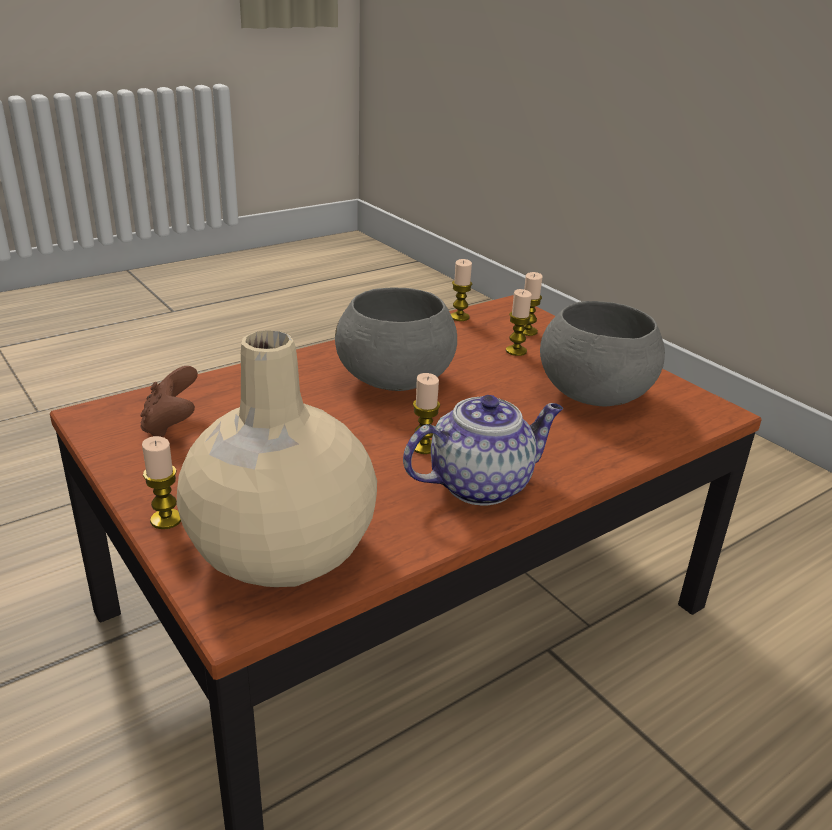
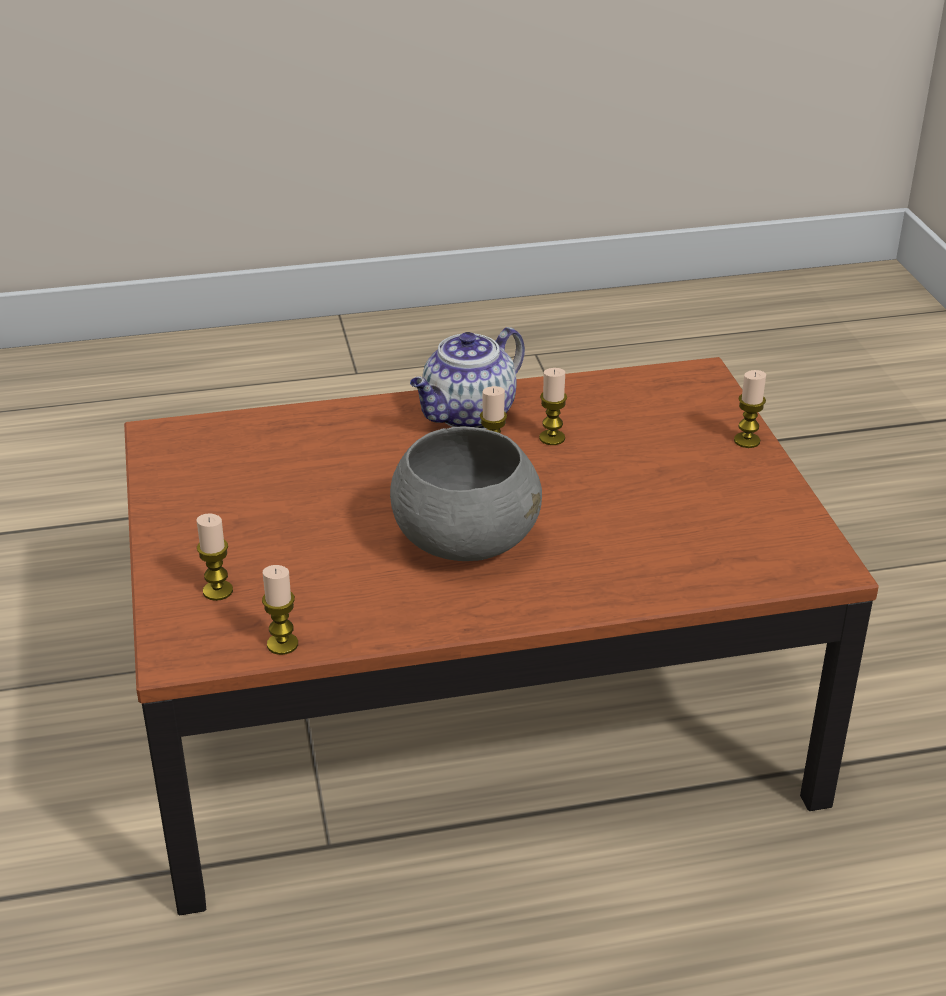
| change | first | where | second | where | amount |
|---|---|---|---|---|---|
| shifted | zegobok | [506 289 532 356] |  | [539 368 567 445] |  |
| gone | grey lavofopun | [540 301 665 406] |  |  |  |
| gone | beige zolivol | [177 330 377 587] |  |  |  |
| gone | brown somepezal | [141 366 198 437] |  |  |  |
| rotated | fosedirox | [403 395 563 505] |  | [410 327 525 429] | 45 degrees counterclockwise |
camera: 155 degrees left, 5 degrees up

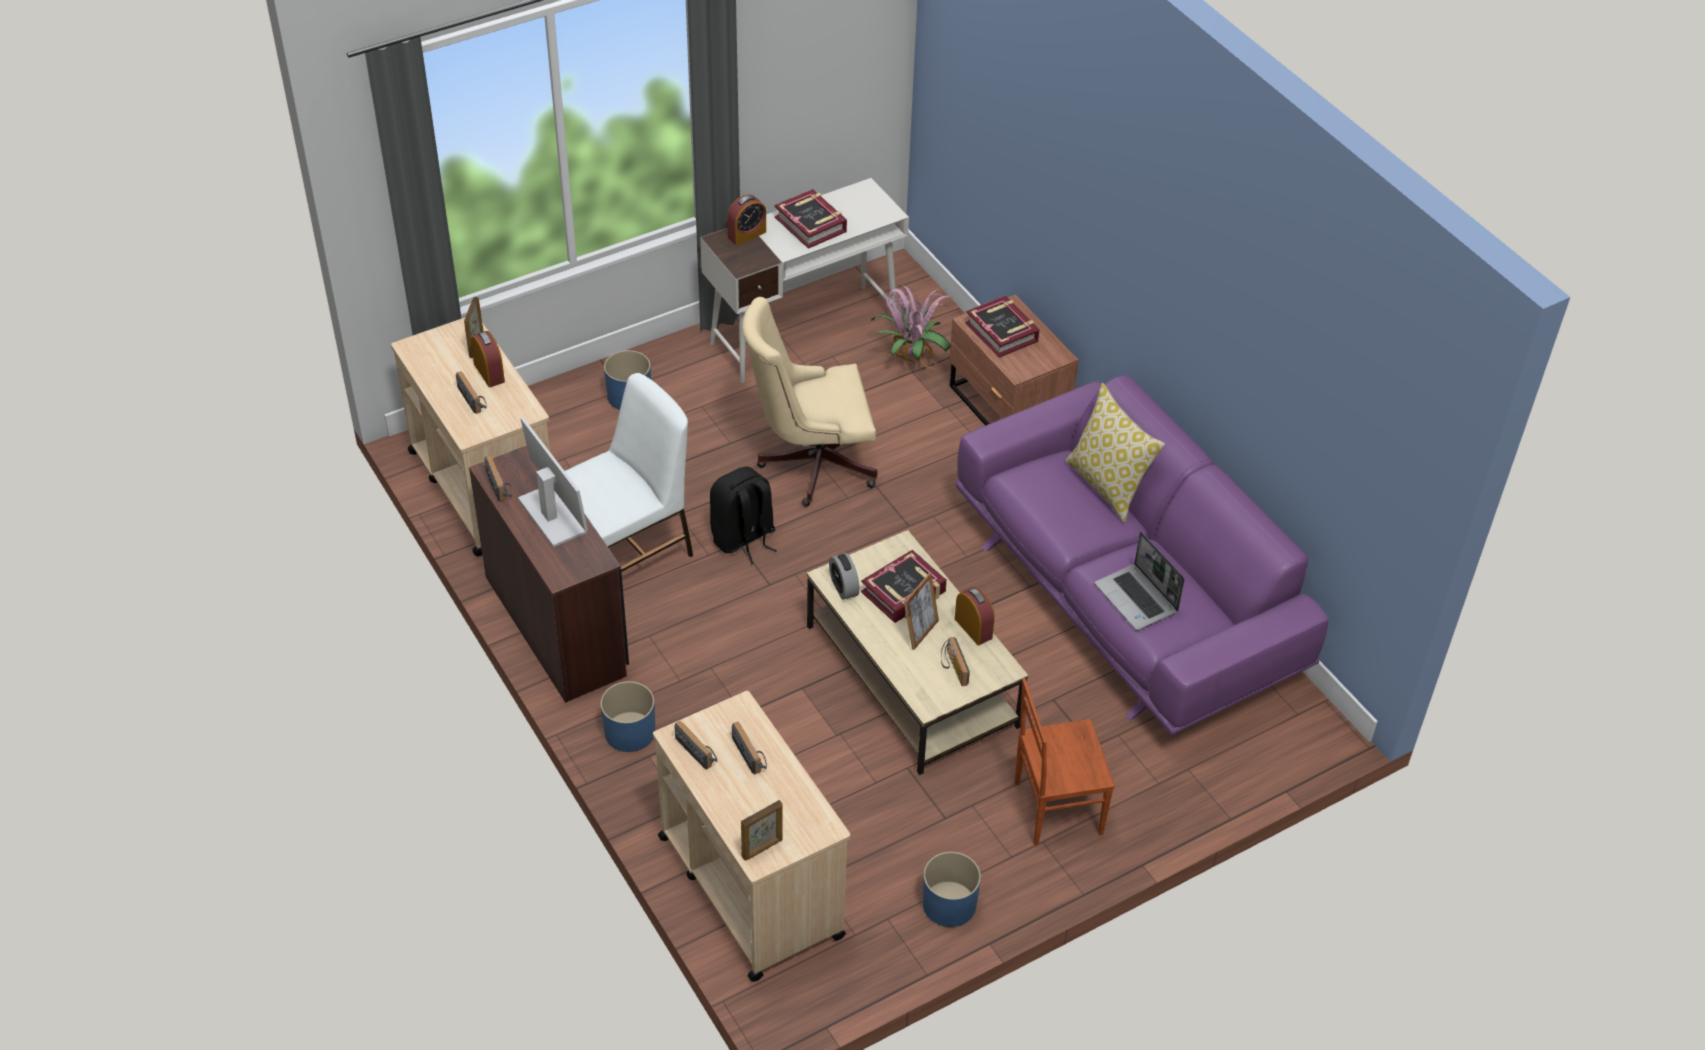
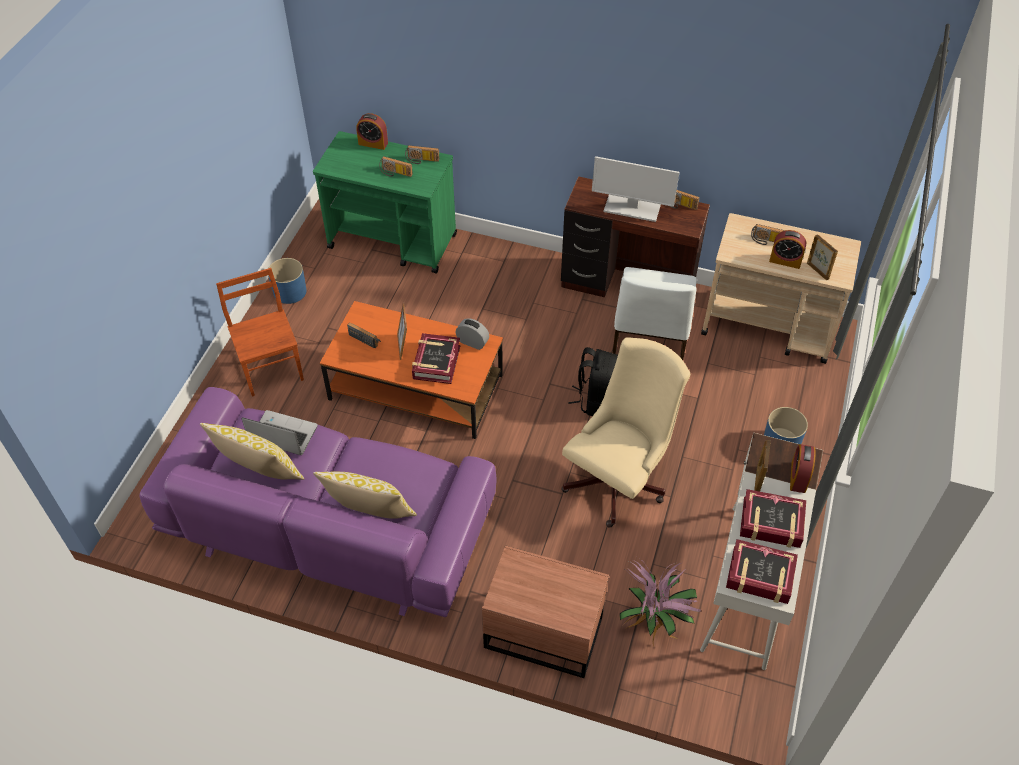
| change | first | where | second | where | amount |
|---|---|---|---|---|---|
| shifted | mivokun | [965 296 1040 358] |  | [726 539 798 604] |  |
| repainted | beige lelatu | [807 530 1028 775] | orange lelatu | [320 301 503 439] |  |
| shifted | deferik | [955 586 995 645] |  | [356 113 388 150] |  |
| rotated | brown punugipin | [1015 678 1115 846] |  | [216 268 304 397] | 60 degrees counterclockwise |
| gone | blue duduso | [600 681 655 752] |  |  |  |
| repainted | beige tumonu | [653 691 850 982] | green tumonu | [313 131 457 274] |  |
| shifted | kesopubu | [741 800 783 861] |  | [754 440 771 492] |  |
| new |  |  | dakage | [200 423 304 480] |  |
camera: 140 degrees right, 5 degrees up

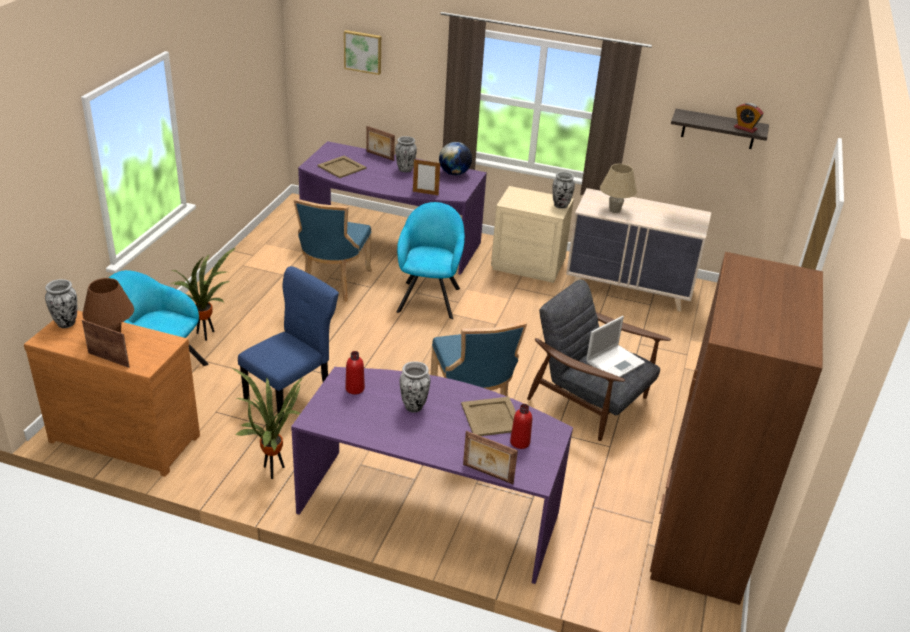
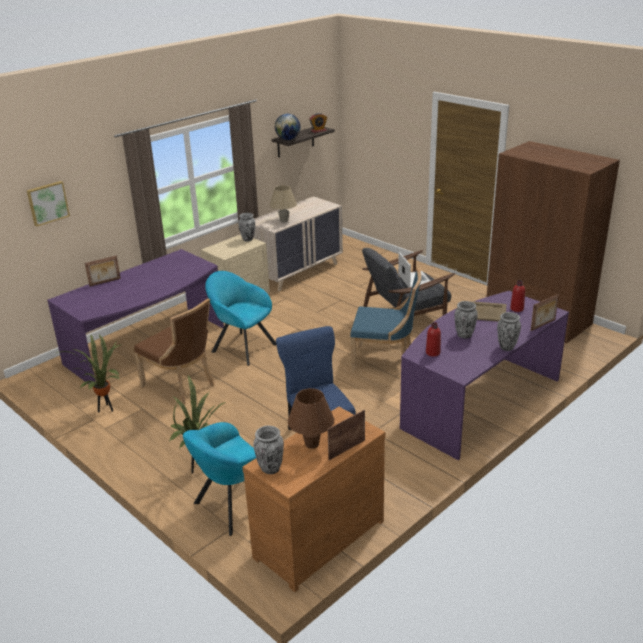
| change | first | where | second | where | amount |
|---|---|---|---|---|---|
| shifted | zolivol | [395 136 417 172] |  | [497 312 521 351] |  |
| shifted | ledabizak | [439 142 472 175] |  | [275 114 300 140] |  |
| gone | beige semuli | [318 156 366 178] |  |  |  |
| gone | kesopubu | [413 159 440 195] |  |  |  |
| repainted | blue punugipin | [293 198 372 302] | brown punugipin | [134 298 214 404] |  |
| shifted | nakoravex | [232 368 304 479] |  | [56 334 122 413] |  |
camera: 60 degrees left, 5 degrees down

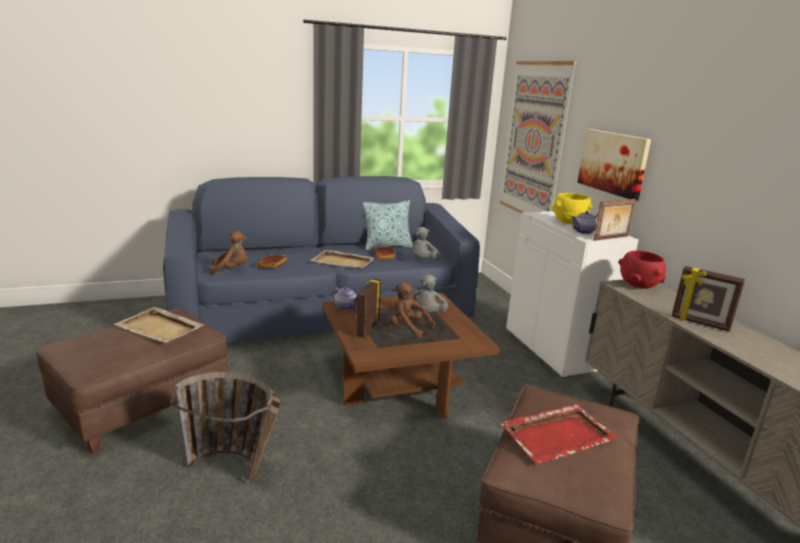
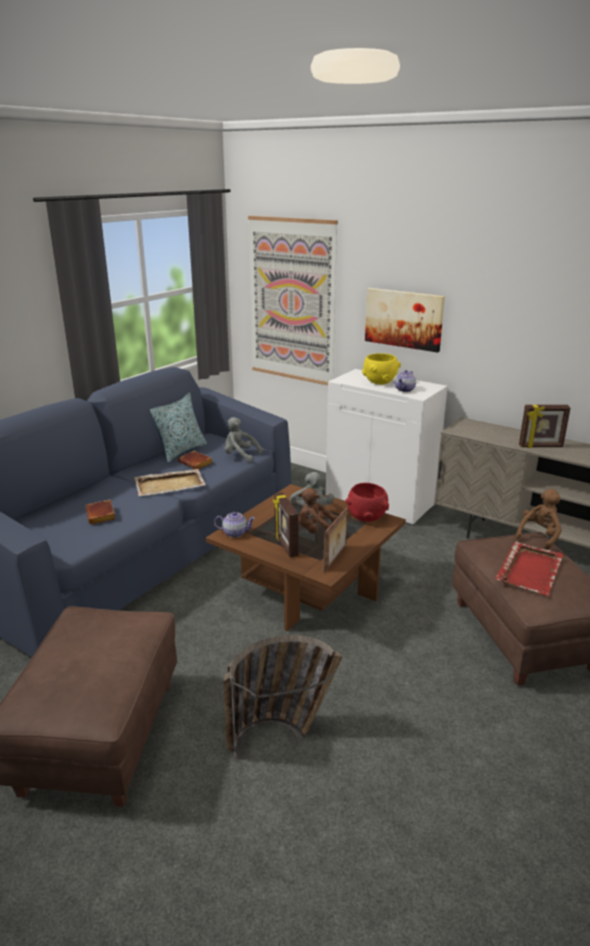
| change | first | where | second | where | amount |
|---|---|---|---|---|---|
| shifted | kesopubu | [593 199 635 241] |  | [323 507 348 573] |  |
| rotated | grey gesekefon | [413 227 441 259] |  | [224 417 263 462] | 120 degrees clockwise |
| shifted | brown gesekefon | [210 231 248 275] |  | [515 489 562 550] |  |
| shifted | red lavofopun | [619 250 666 289] |  | [346 483 389 522] |  |
| gone | beige semuli | [114 307 204 343] |  |  |  |
camera: 35 degrees left, 5 degrees up

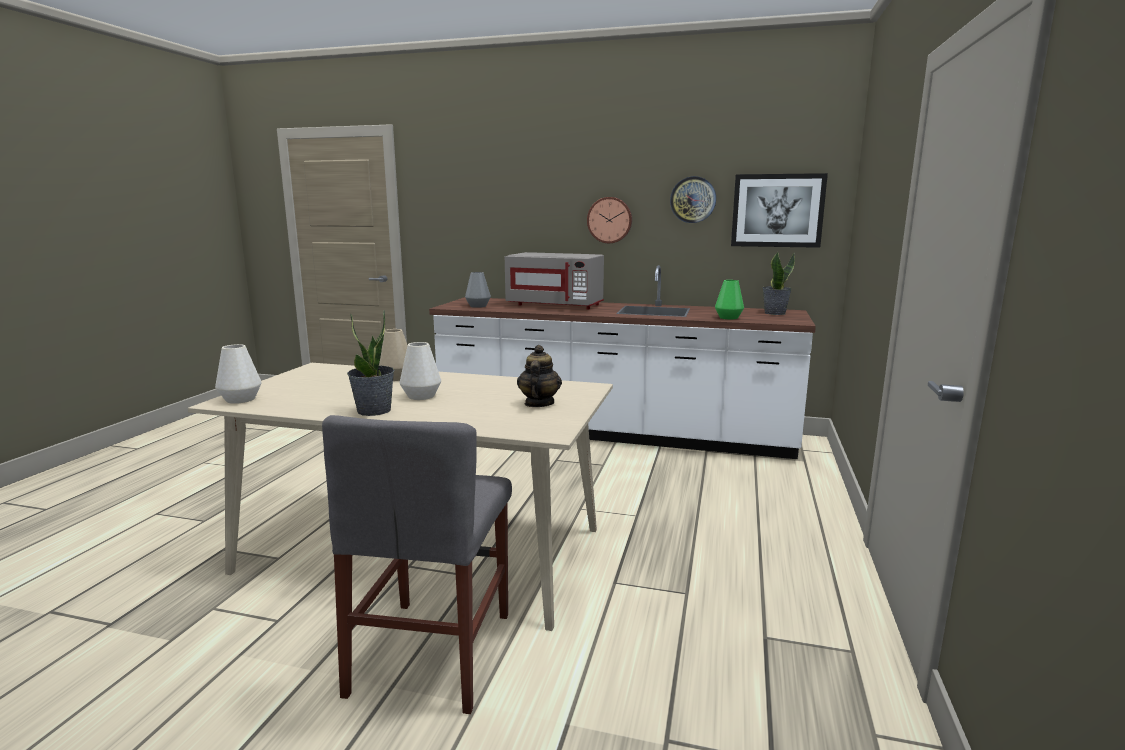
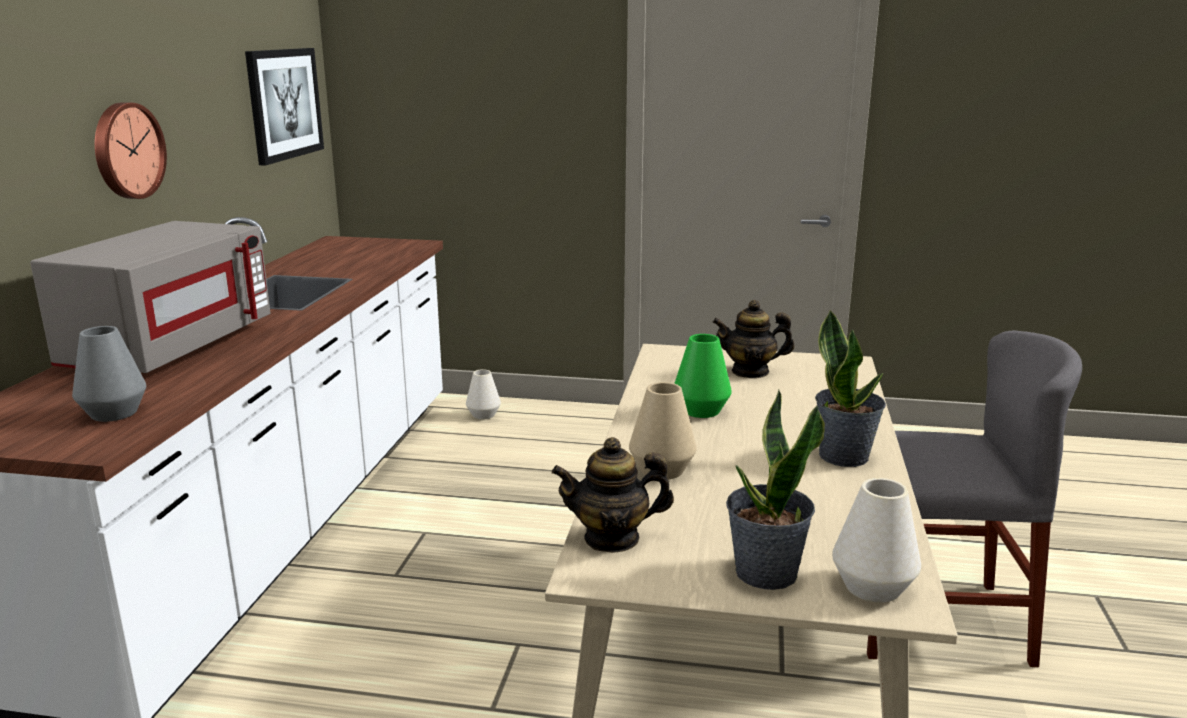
| change | first | where | second | where | amount |
|---|---|---|---|---|---|
| gone | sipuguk | [670 176 716 223] |  |  |  |
| shifted | nakoravex | [762 251 795 315] |  | [726 390 825 590] |  |
| shifted | green zolivol | [715 280 744 320] |  | [674 334 732 418] |  |
| shifted | white zolivol | [400 342 441 400] |  | [466 369 501 420] |  |
| new |  |  | fosedirox | [552 437 674 553] |  |
camera: 95 degrees left, 5 degrees up

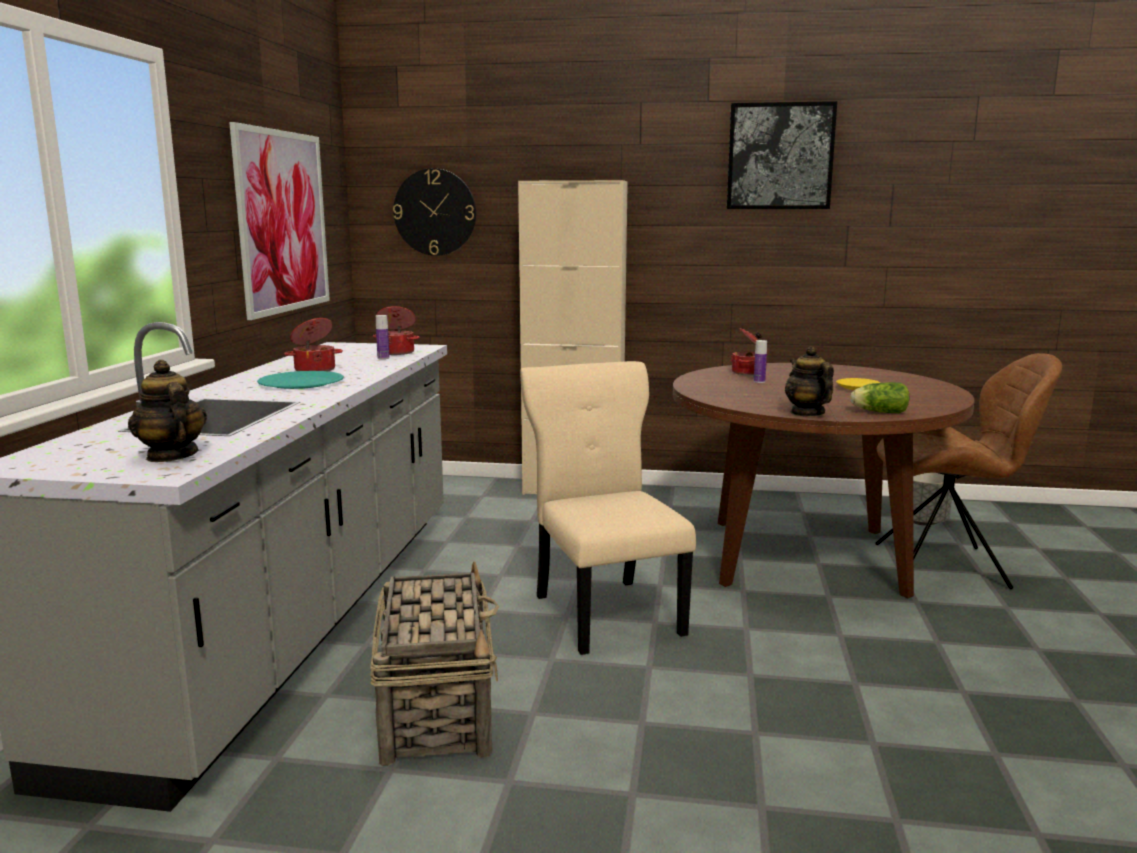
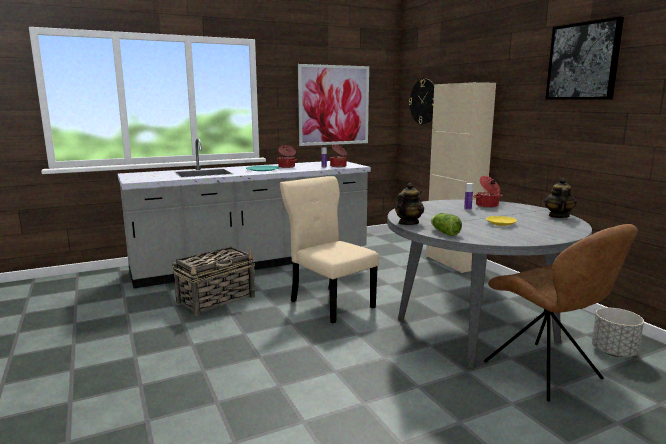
| change | first | where | second | where | amount |
|---|---|---|---|---|---|
| shifted | fosedirox | [128 360 207 462] |  | [544 178 577 218] |  |
| rotated | beige punugipin | [520 361 696 655] |  | [280 176 379 323] | 75 degrees counterclockwise |
| repainted | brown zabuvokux | [673 363 975 598] | grey zabuvokux | [387 199 592 369] |  |
camera: 55 degrees right, 0 degrees up

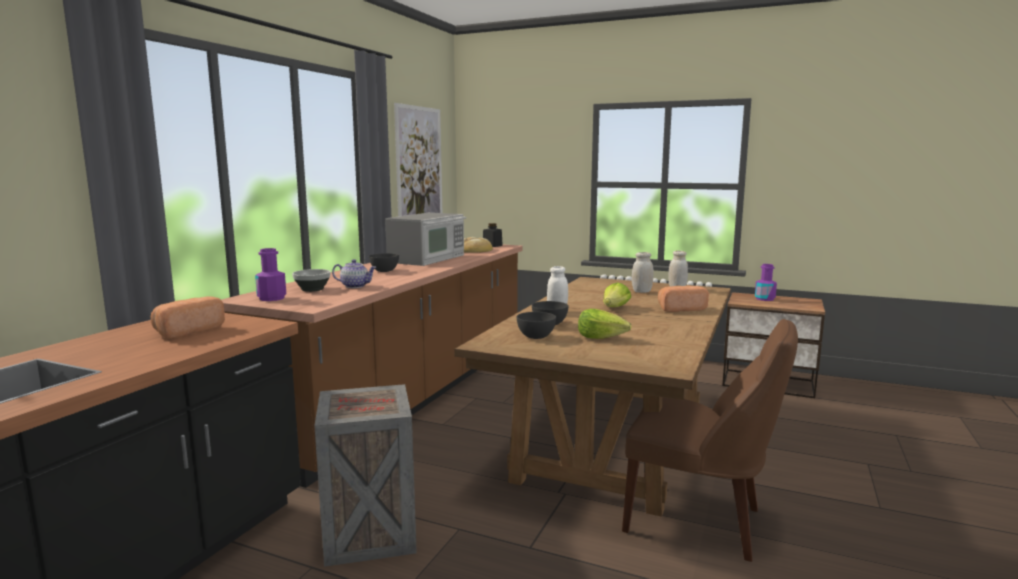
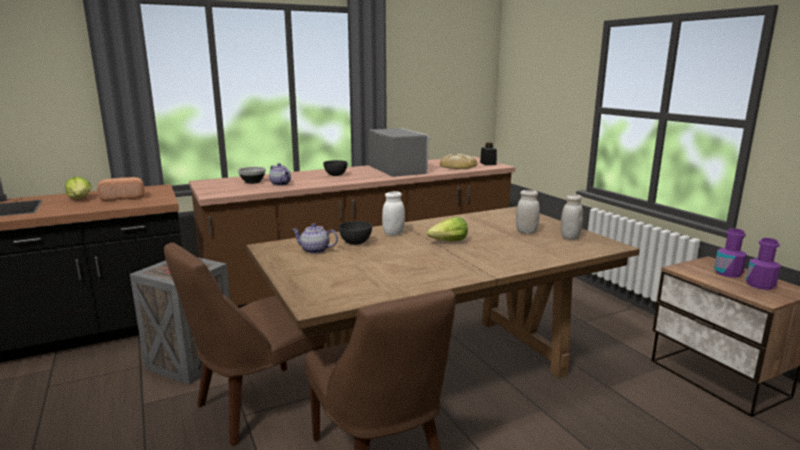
| change | first | where | second | where | amount |
|---|---|---|---|---|---|
| gone | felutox | [394 103 442 217] |  |  |  |
| rotated | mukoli | [385 213 466 266] |  | [368 128 431 177] | 90 degrees counterclockwise |
| shifted | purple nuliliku | [255 248 286 301] |  | [746 238 781 290] |  |
| gone | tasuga | [658 286 709 312] |  |  |  |
| shifted | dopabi | [578 309 632 339] |  | [65 177 92 199] |  |
| swapped | grey lavofopun | [517 312 556 339] | fosedirox | [292 223 338 254] |  |
| new |  |  | brown punugipin | [164 242 326 446] |  |
camera: 40 degrees right, 5 degrees up

